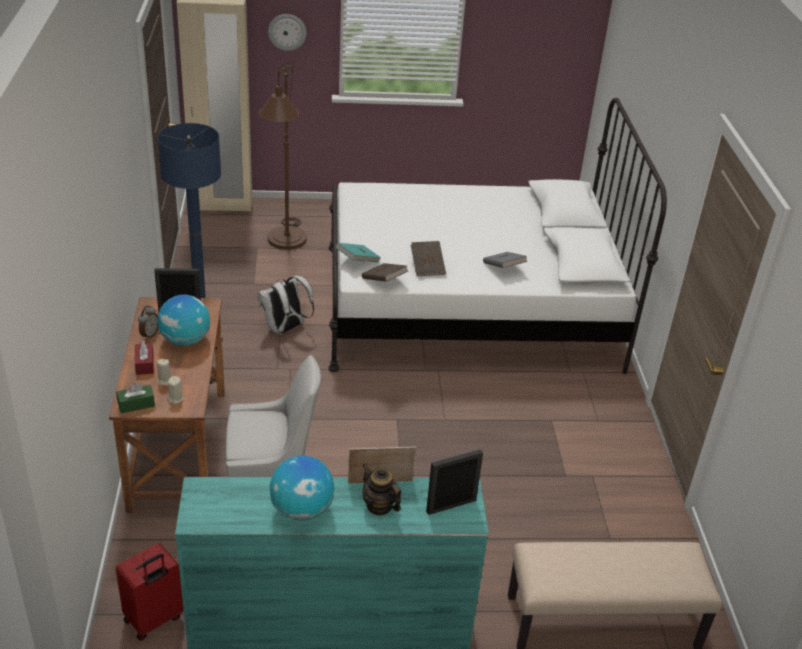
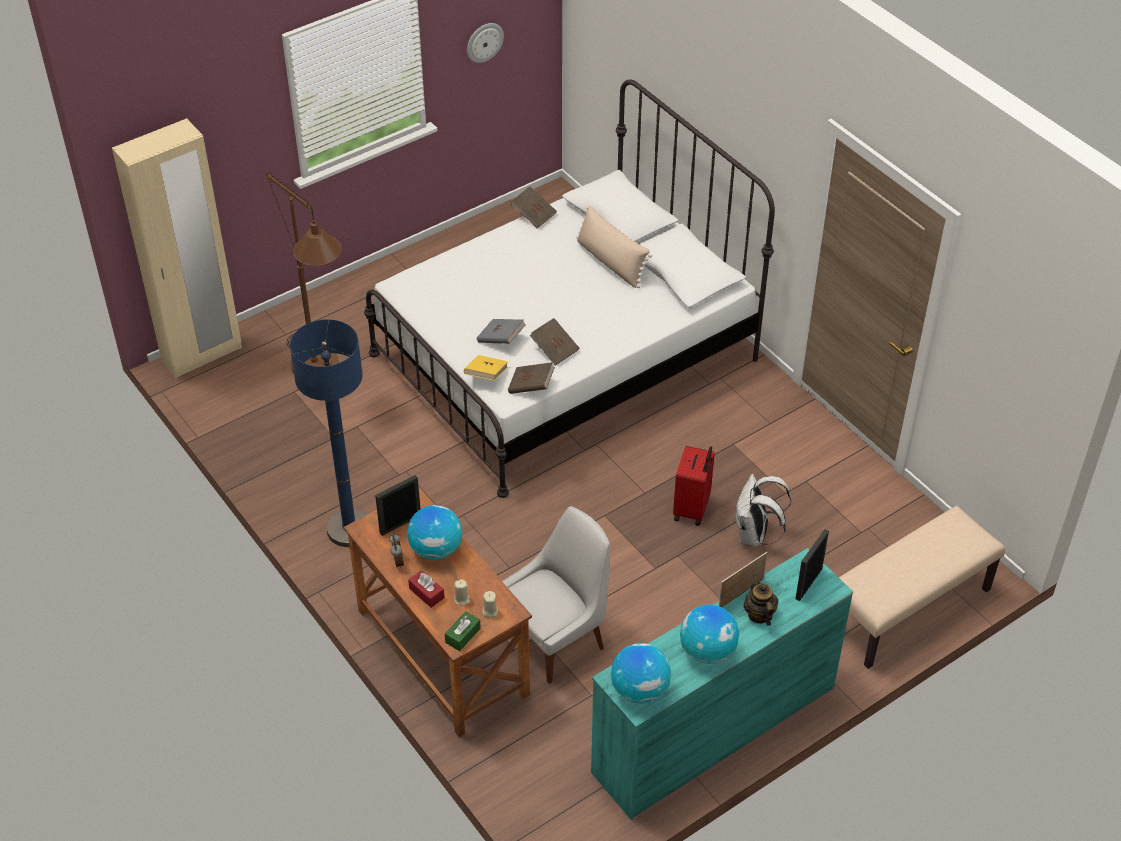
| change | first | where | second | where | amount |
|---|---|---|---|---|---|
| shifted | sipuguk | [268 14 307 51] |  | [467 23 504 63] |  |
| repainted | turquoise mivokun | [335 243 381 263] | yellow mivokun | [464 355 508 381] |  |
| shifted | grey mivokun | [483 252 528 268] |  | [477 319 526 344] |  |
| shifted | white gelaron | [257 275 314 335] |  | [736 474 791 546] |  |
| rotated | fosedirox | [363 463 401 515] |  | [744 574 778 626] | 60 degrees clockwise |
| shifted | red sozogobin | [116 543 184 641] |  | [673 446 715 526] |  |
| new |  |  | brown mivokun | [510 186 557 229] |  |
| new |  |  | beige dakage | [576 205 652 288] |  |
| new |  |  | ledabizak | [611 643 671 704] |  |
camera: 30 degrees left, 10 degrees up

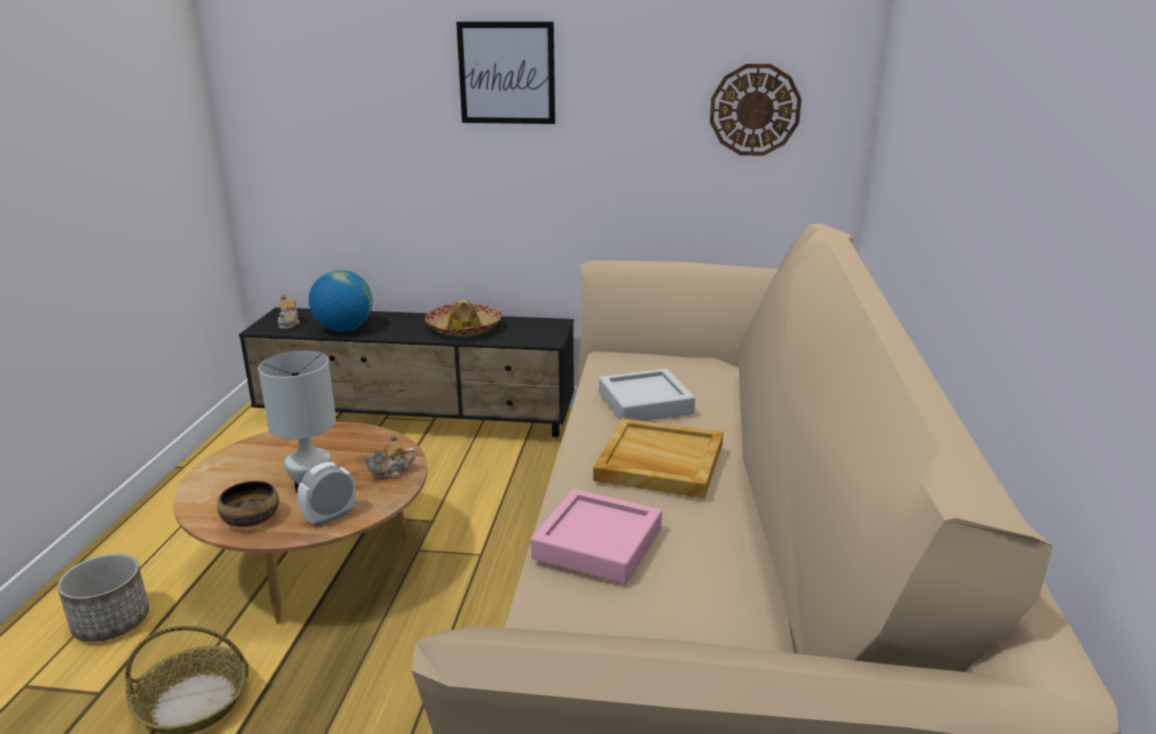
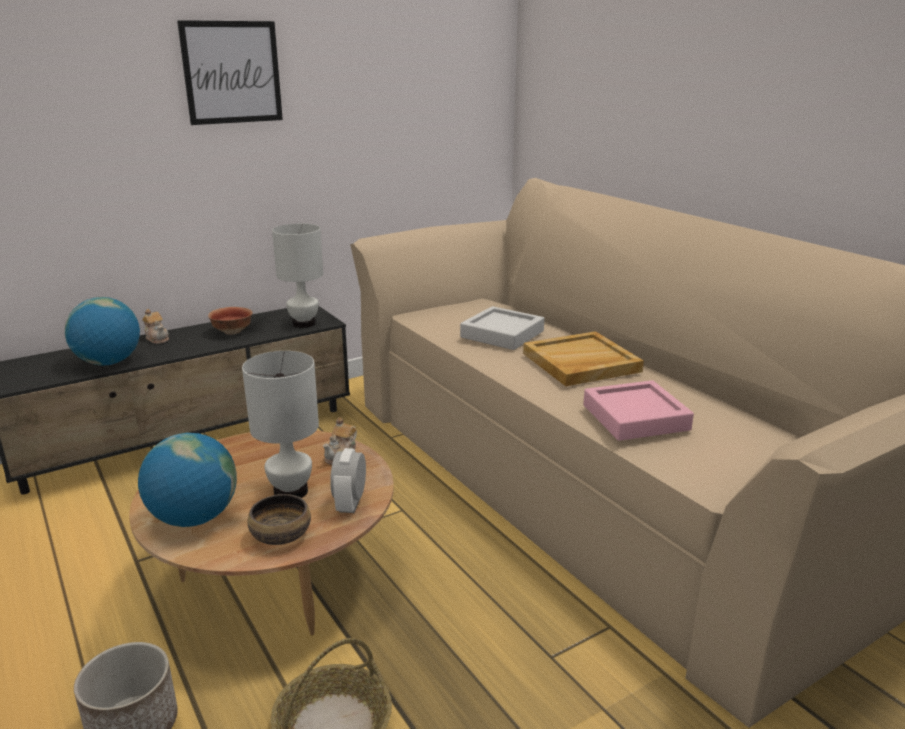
| change | first | where | second | where | amount |
|---|---|---|---|---|---|
| gone | sipuguk | [710 64 801 156] |  |  |  |
| shifted | fosedirox | [278 294 300 329] |  | [142 309 169 344] |  |
| swapped | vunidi | [425 299 502 336] | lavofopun | [208 307 253 335] |  |
| new |  |  | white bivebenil | [272 224 323 328] |  |
| new |  |  | ledabizak | [138 433 237 527] |  |
camera: 40 degrees left, 0 degrees up

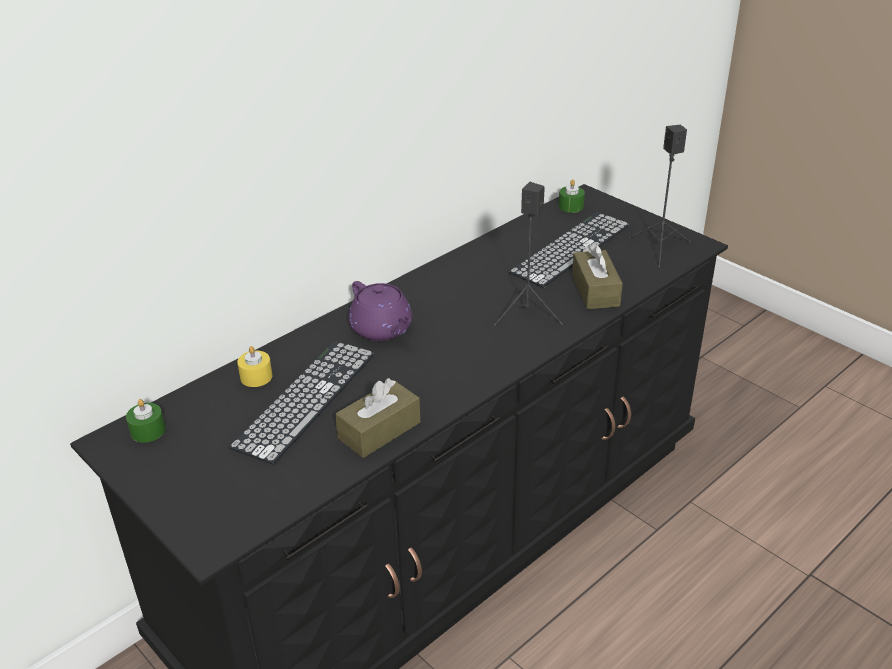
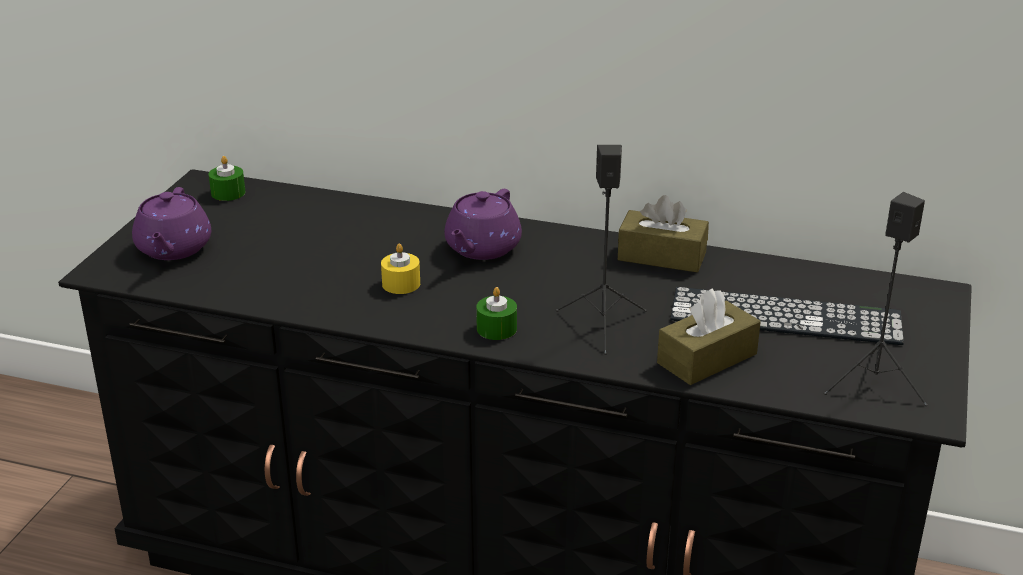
| change | first | where | second | where | amount |
|---|---|---|---|---|---|
| shifted | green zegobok | [559 179 585 213] |  | [476 287 517 340] |  |
| gone | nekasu | [228 341 375 465] |  |  |  |
| shifted | yellow zegobok | [237 346 272 387] |  | [381 244 420 294] |  |
| shifted | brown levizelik | [335 378 420 458] |  | [618 195 709 273] |  |
| new |  |  | purple fosedirox | [132 187 211 260] |  |
camera: 60 degrees right, 5 degrees down

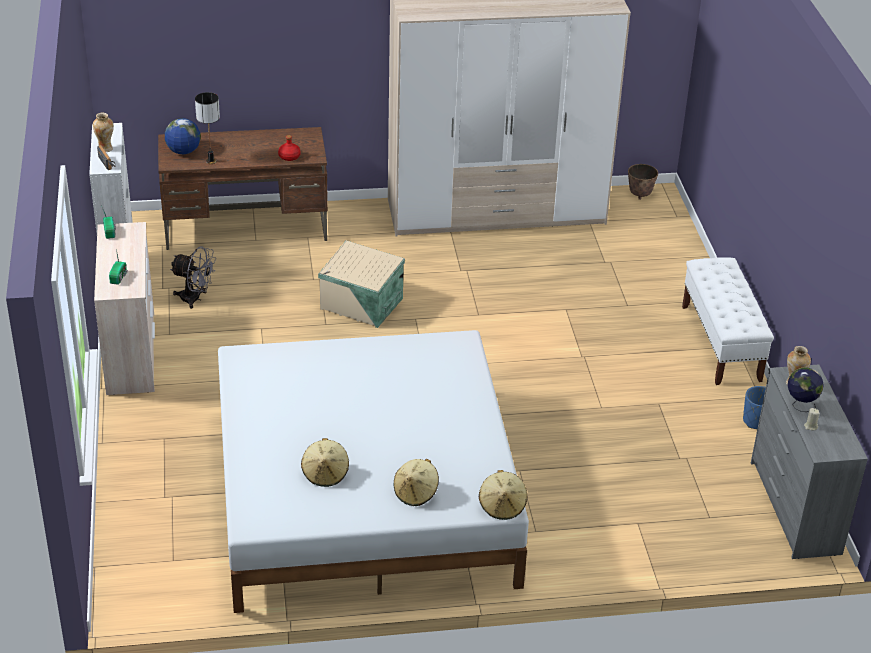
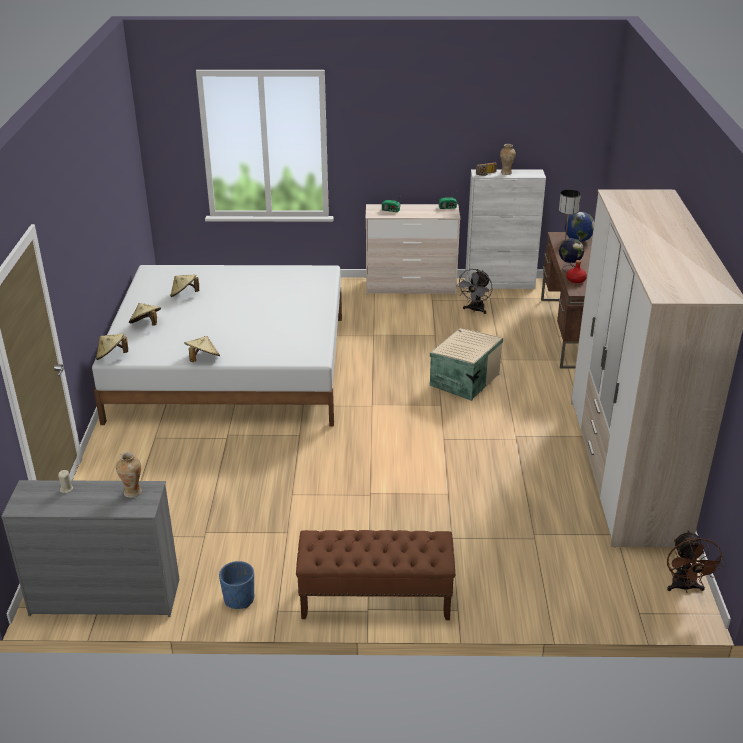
| change | first | where | second | where | amount |
|---|---|---|---|---|---|
| swapped | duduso | [628 164 658 200] | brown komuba | [667 530 724 593] |  |
| repainted | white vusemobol | [682 257 774 385] | brown vusemobol | [296 530 455 620] |  |
| shifted | ledabizak | [788 367 824 412] |  | [559 238 584 272] |  |
| new |  |  | beige vunidi | [184 336 220 362] |  |
camera: 100 degrees right, 5 degrees down

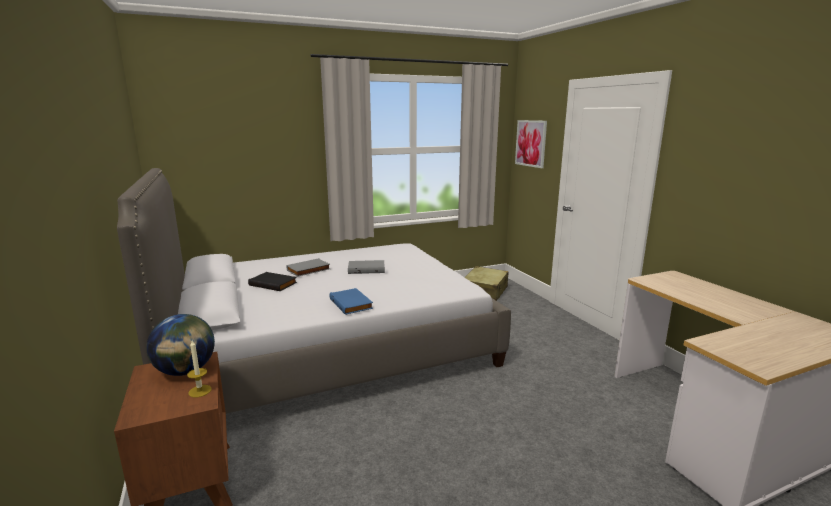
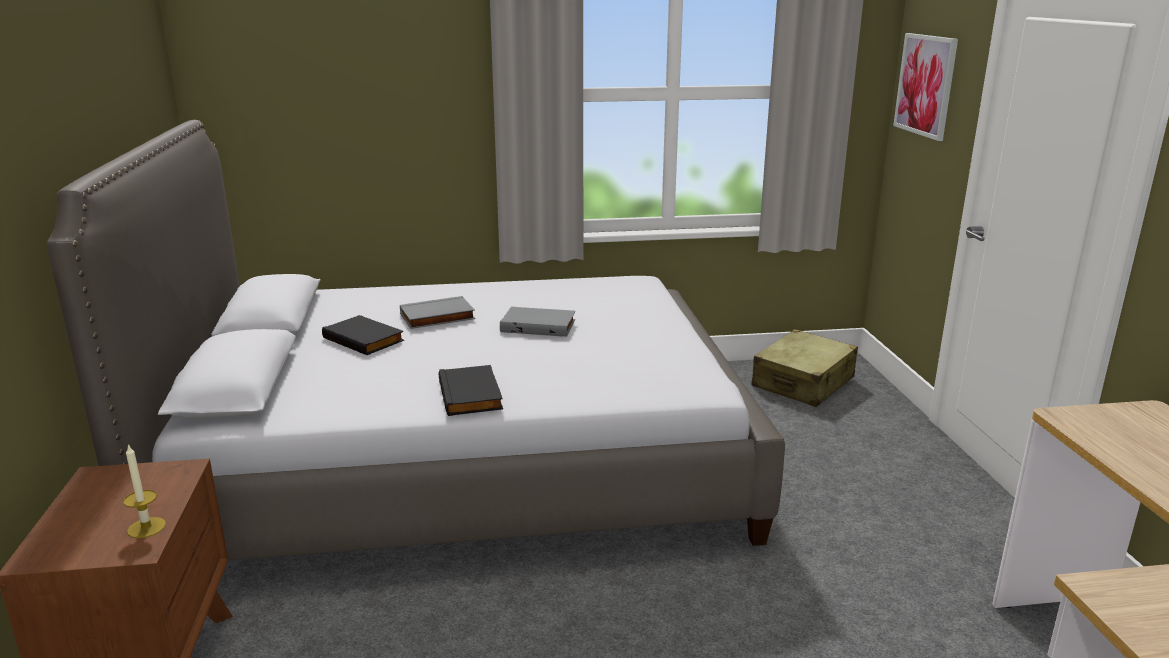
| change | first | where | second | where | amount |
|---|---|---|---|---|---|
| repainted | blue mivokun | [329 288 373 315] | black mivokun | [439 365 503 416] |  |
| gone | ledabizak | [146 314 215 376] |  |  |  |
camera: 15 degrees right, 5 degrees up

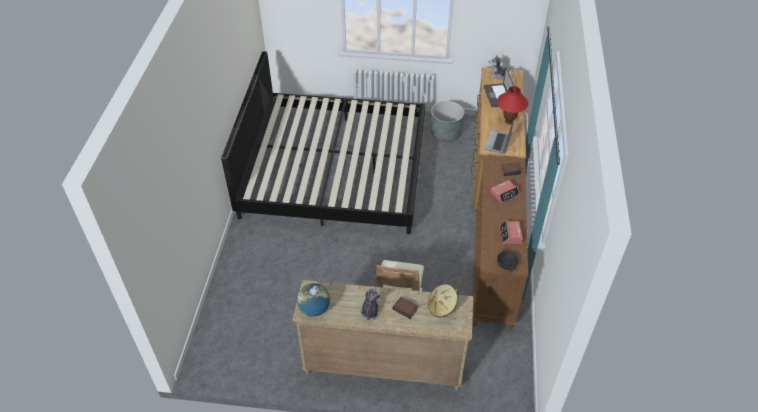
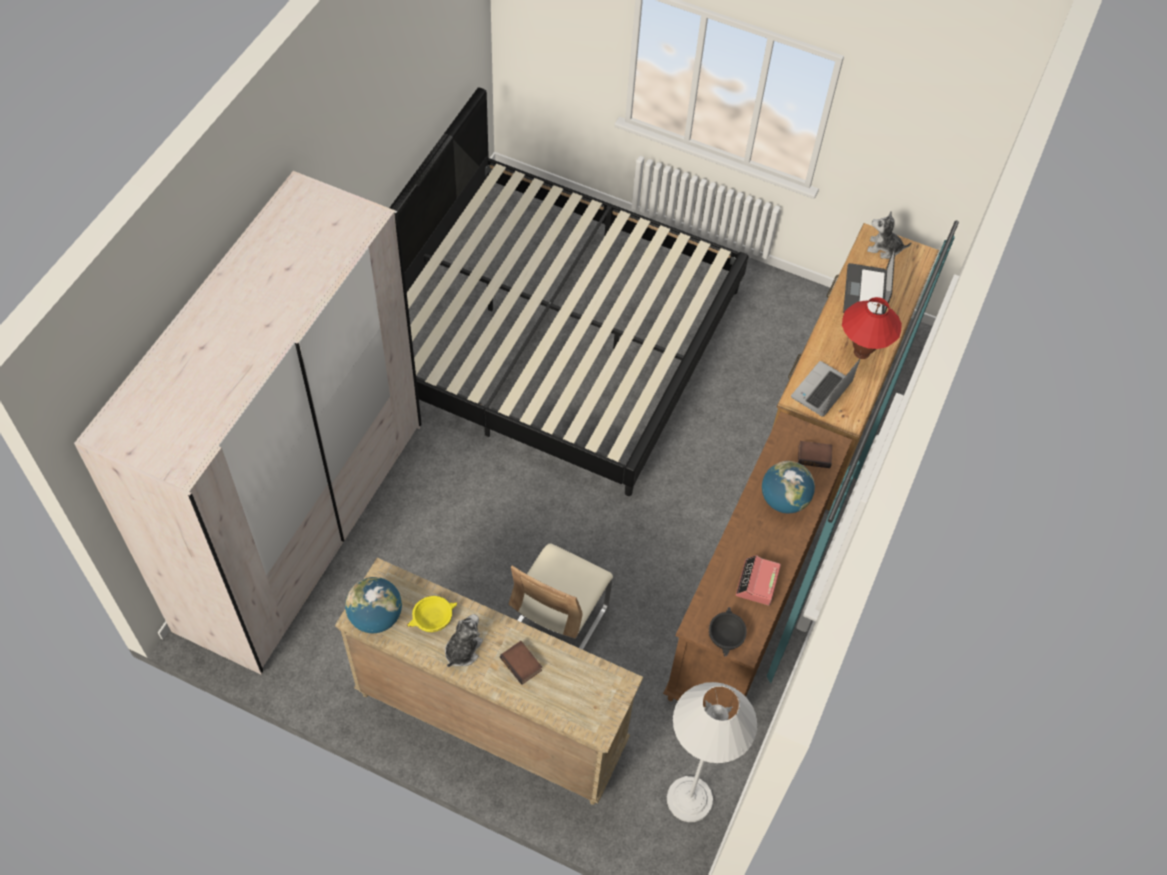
| change | first | where | second | where | amount |
|---|---|---|---|---|---|
| gone | grey duduso | [431 101 464 142] |  |  |  |
| swapped | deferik | [491 180 520 204] | ledabizak | [762 461 815 513] |  |
| gone | beige vunidi | [428 284 459 318] |  |  |  |
| new |  |  | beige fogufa | [74 171 422 675] |  |
| new |  |  | yellow lavofopun | [407 596 457 632] |  |
| new |  |  | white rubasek | [667 682 757 822] |  |
camera: 15 degrees right, 10 degrees up

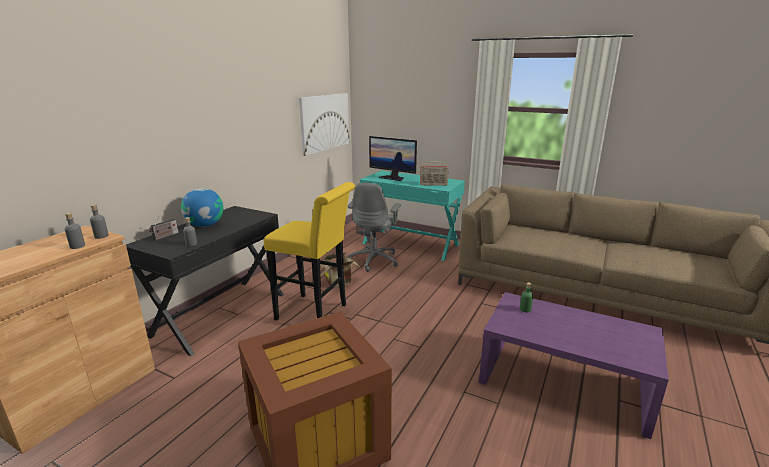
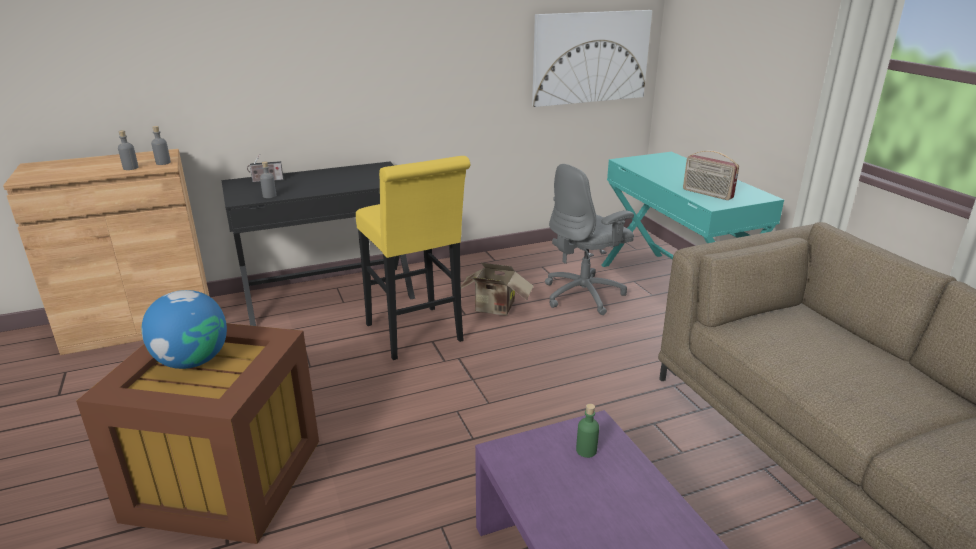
| change | first | where | second | where | amount |
|---|---|---|---|---|---|
| gone | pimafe | [369 136 417 181] |  |  |  |
| shifted | ledabizak | [181 188 223 227] |  | [142 290 227 369] |  |
camera: 40 degrees right, 5 degrees up

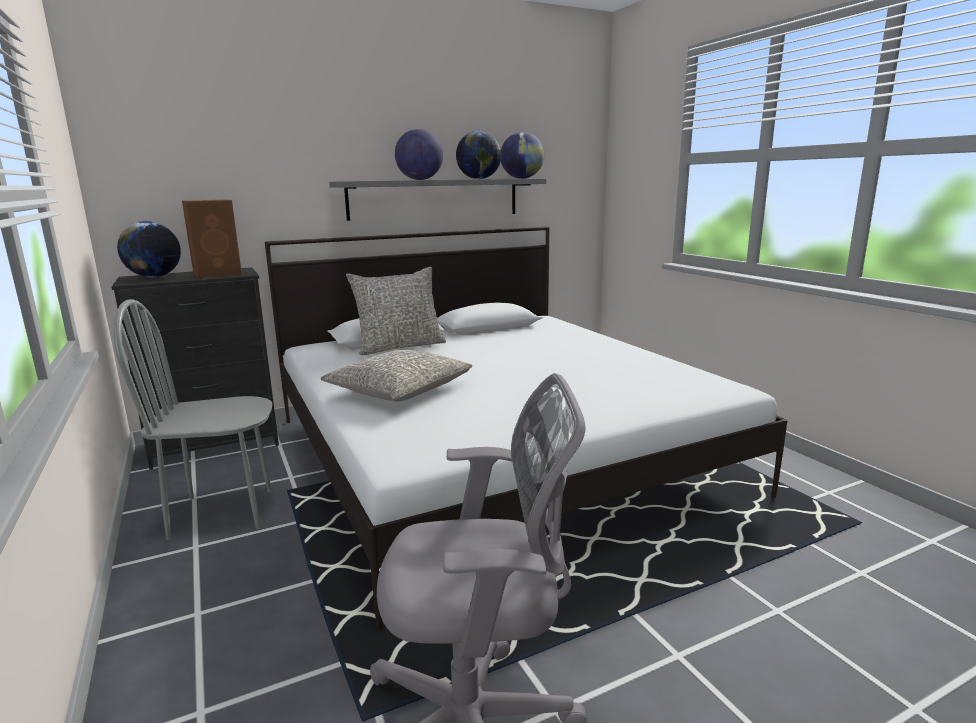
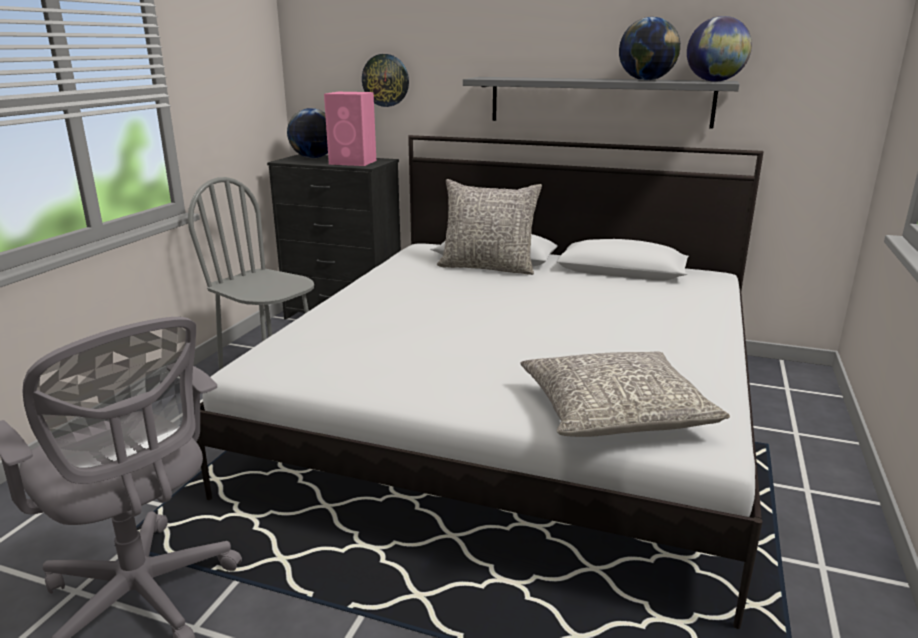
| change | first | where | second | where | amount |
|---|---|---|---|---|---|
| gone | ledabizak | [395 129 443 180] |  |  |  |
| repainted | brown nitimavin | [182 200 242 279] | pink nitimavin | [324 92 376 166] |  |
| shifted | grey dakage | [320 350 472 401] |  | [520 352 730 437] |  |
| new |  |  | sipuguk | [362 54 409 107] |  |
camera: 45 degrees right, 5 degrees up

